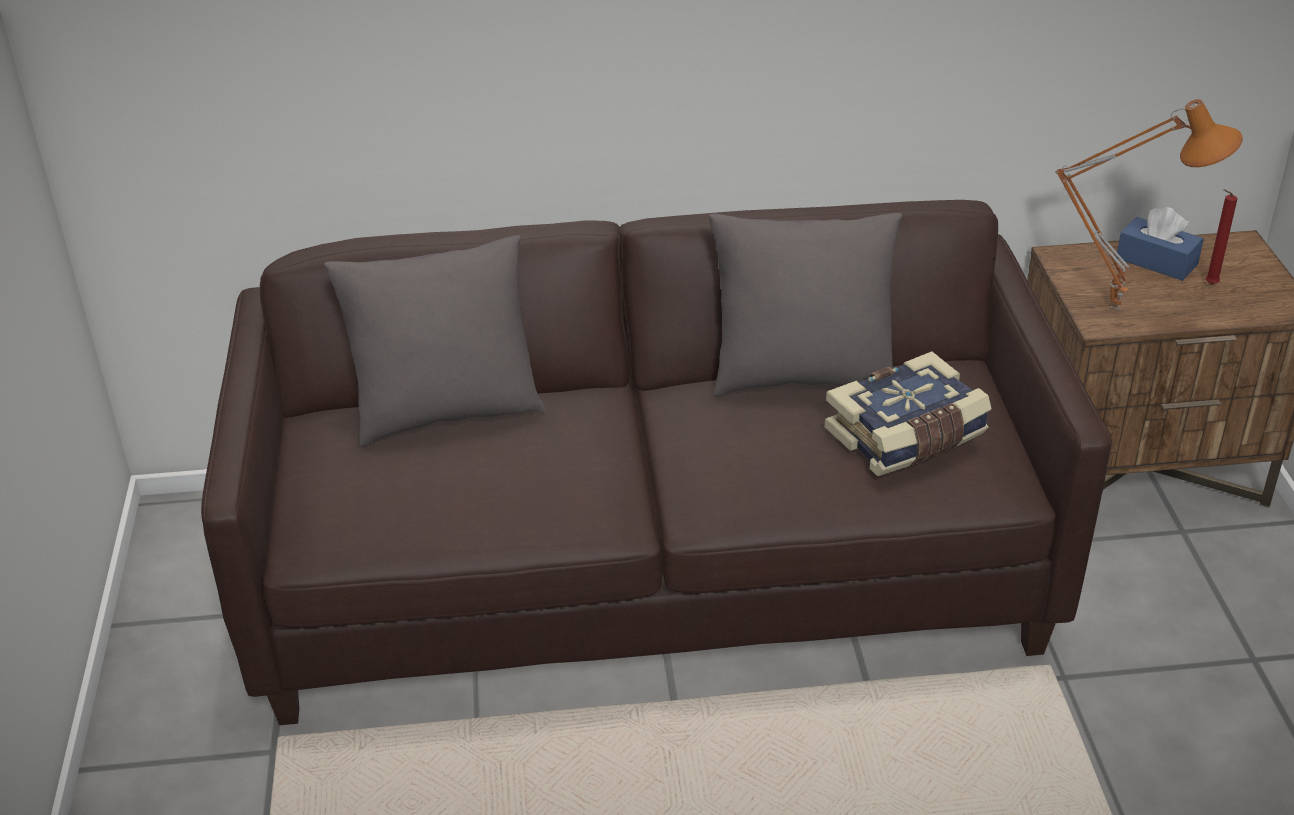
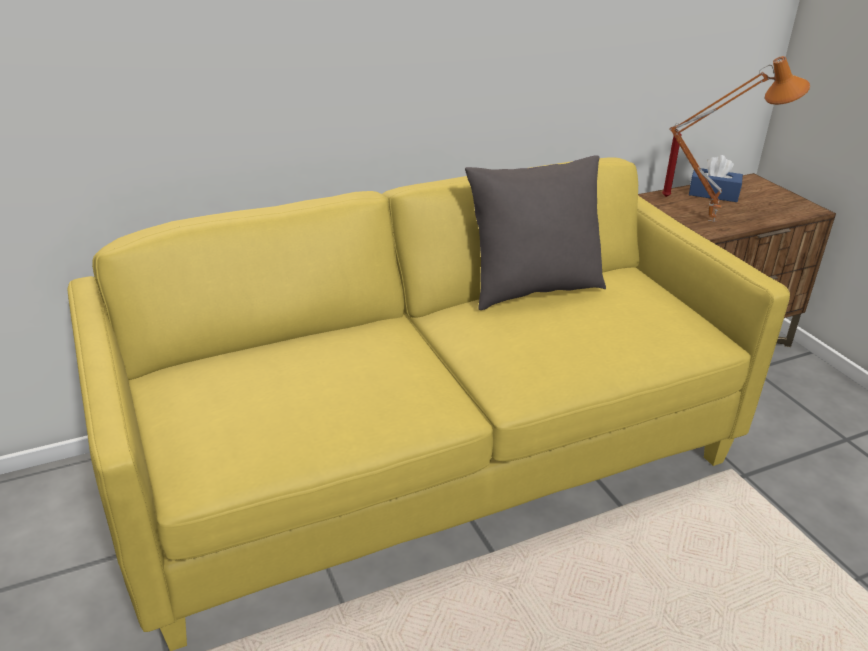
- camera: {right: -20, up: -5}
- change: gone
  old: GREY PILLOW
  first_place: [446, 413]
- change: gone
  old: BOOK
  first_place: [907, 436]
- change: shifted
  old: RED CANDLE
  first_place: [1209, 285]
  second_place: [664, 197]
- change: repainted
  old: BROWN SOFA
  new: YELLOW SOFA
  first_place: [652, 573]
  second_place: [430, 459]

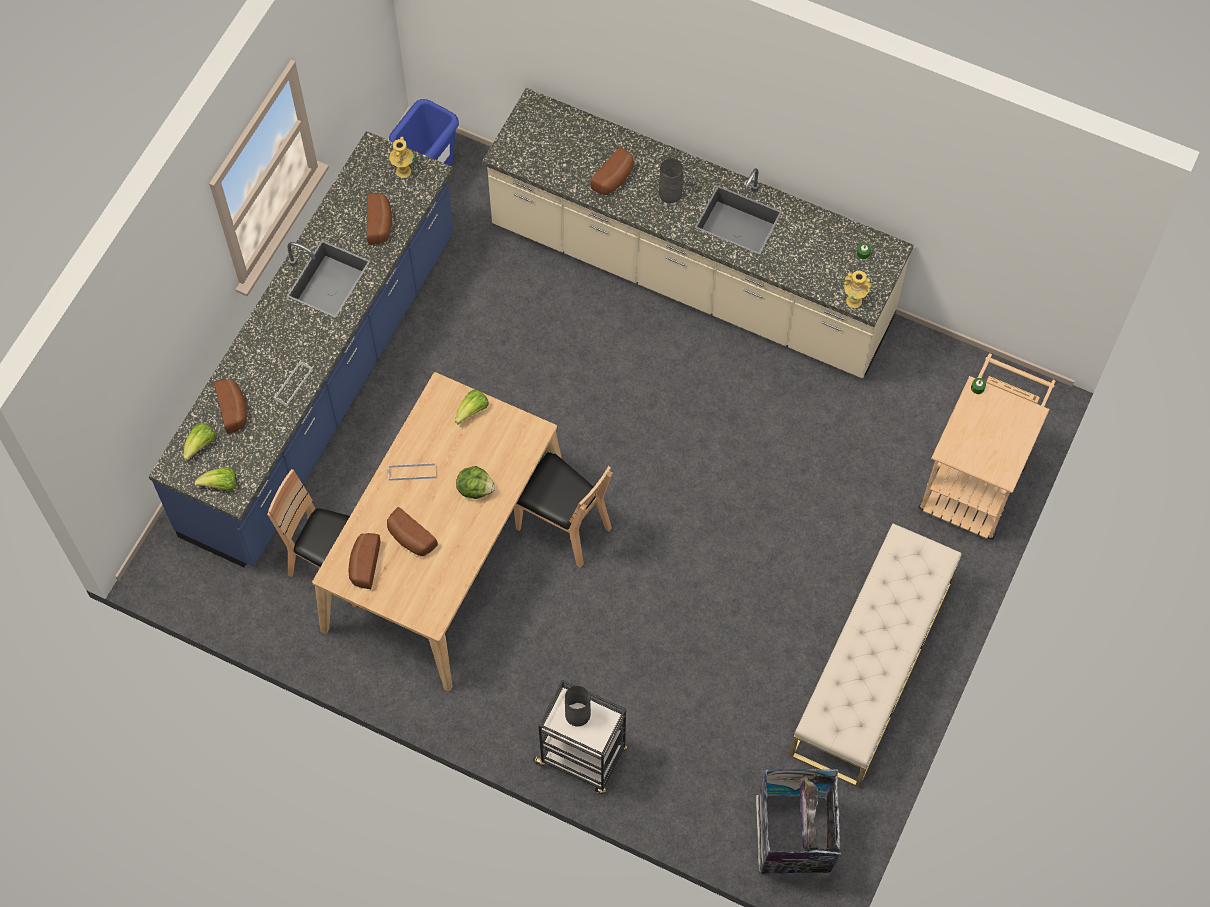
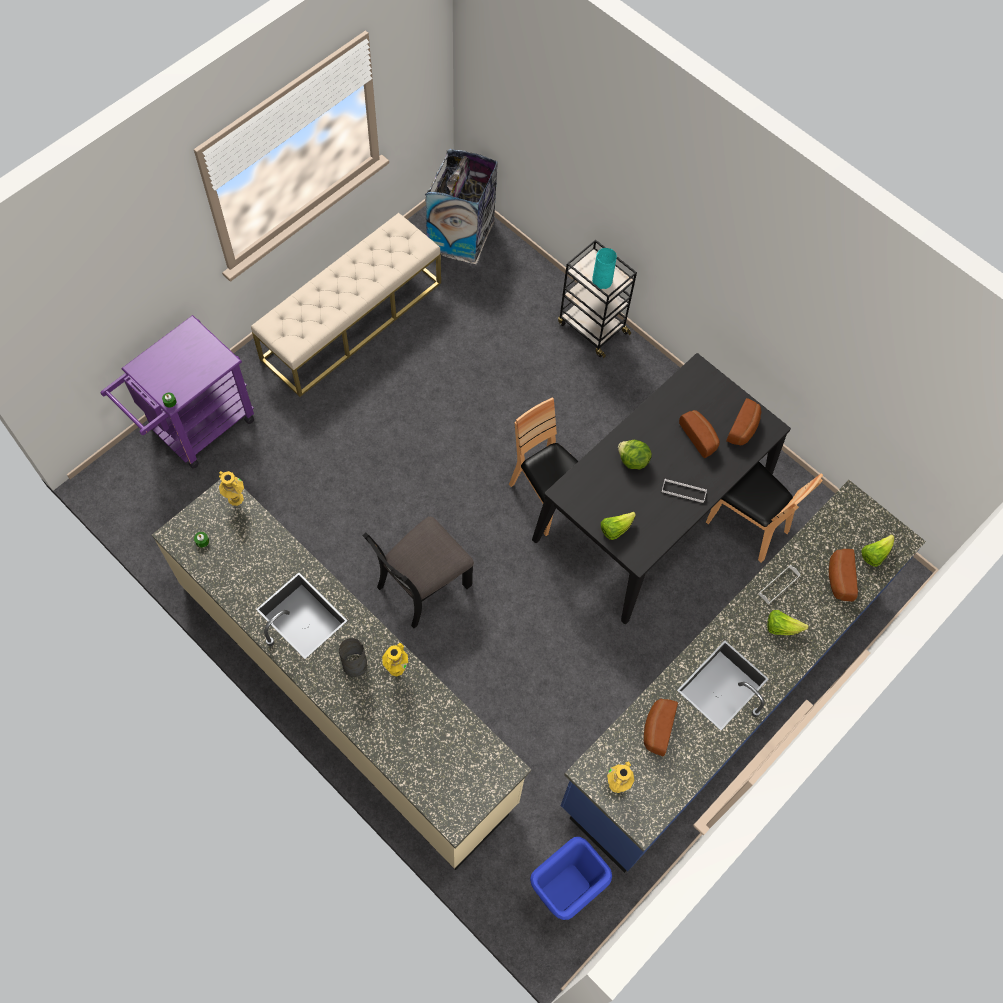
- camera: {right: -165, up: 0}
- change: gone
  old: BREAD
  first_place: [615, 179]
- change: new
  new: BLACK CHAIR
  second_place: [422, 585]
- change: new
  new: YELLOW VASE
  second_place: [396, 668]
- change: shifted
  old: LETTUCE
  first_place: [221, 485]
  second_place: [781, 627]
- change: repainted
  old: BEIGE DINING TABLE
  new: BLACK DINING TABLE
  first_place: [444, 552]
  second_place: [653, 508]
- change: repainted
  old: GREY VASE
  new: TURQUOISE VASE
  first_place: [577, 715]
  second_place: [602, 280]
- change: repainted
  old: BEIGE CART
  new: PURPLE CART
  first_place: [975, 478]
  second_place: [195, 429]

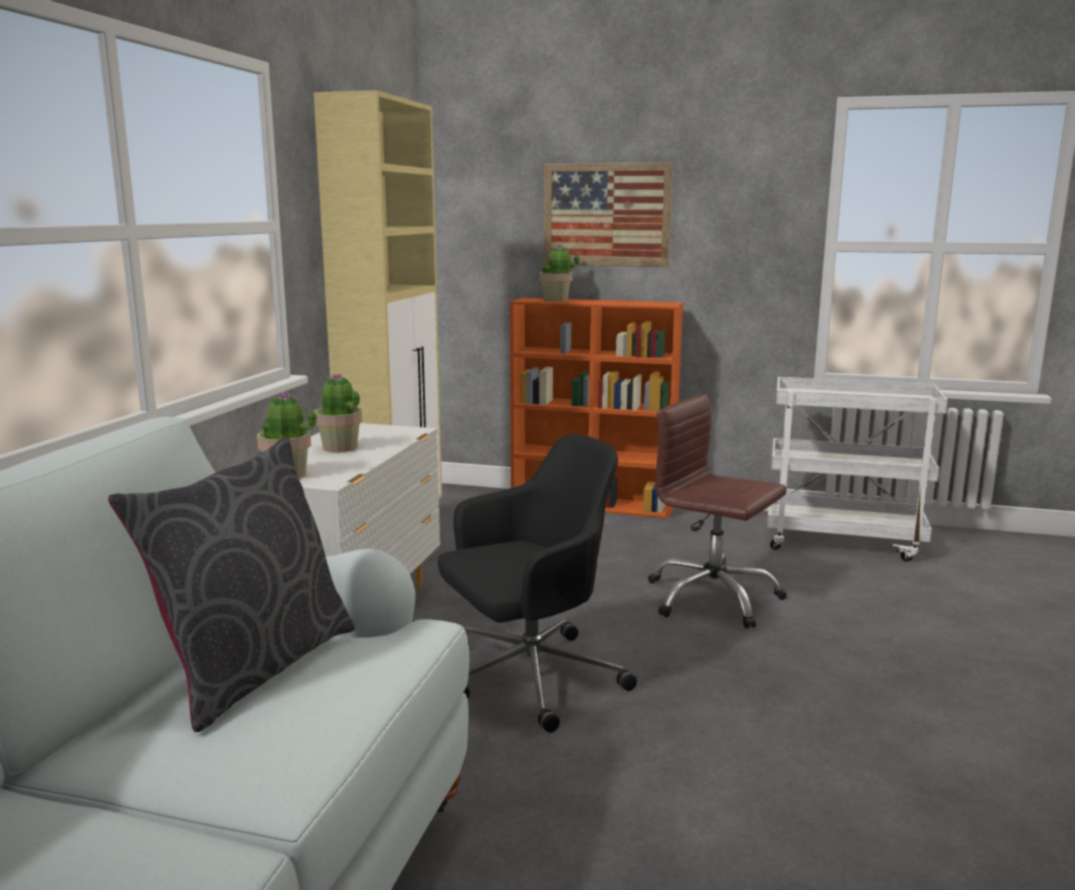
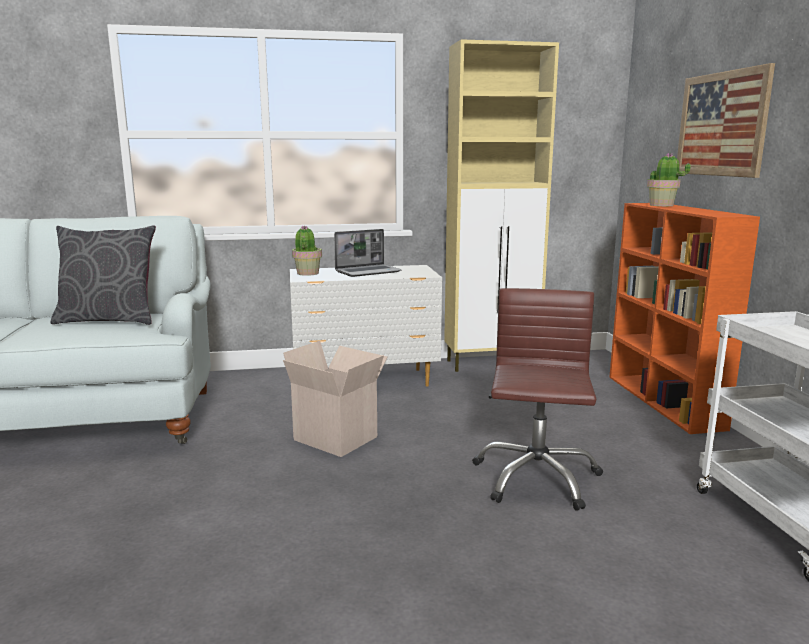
- camera: {right: 65, up: 0}
- change: swapped
  old: POTTED PLANT
  new: LAPTOP
  first_place: [340, 448]
  second_place: [368, 272]
- change: swapped
  old: BLACK OFFICE CHAIR
  new: CARDBOARD BOX
  first_place: [528, 678]
  second_place: [338, 438]

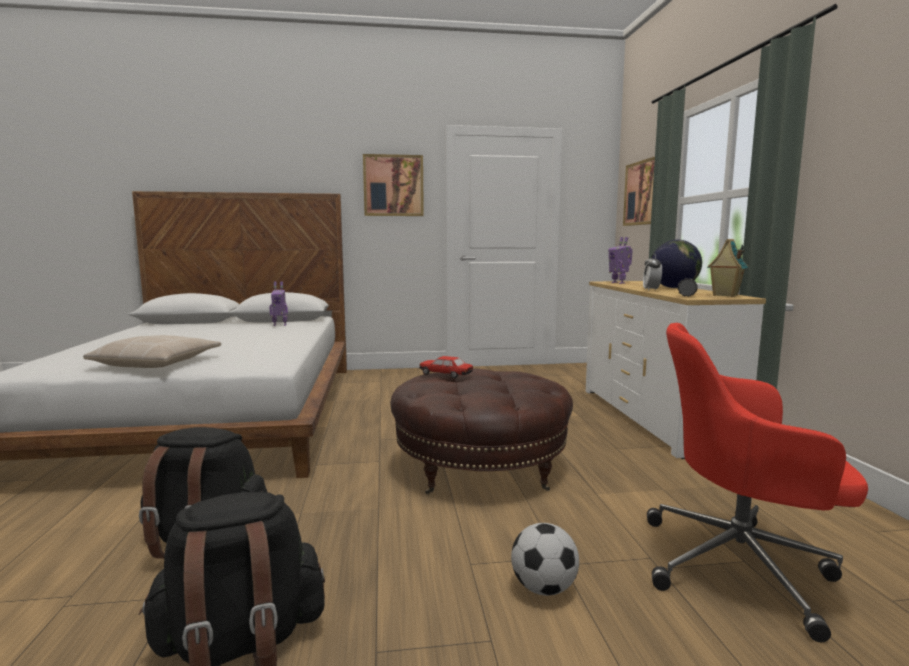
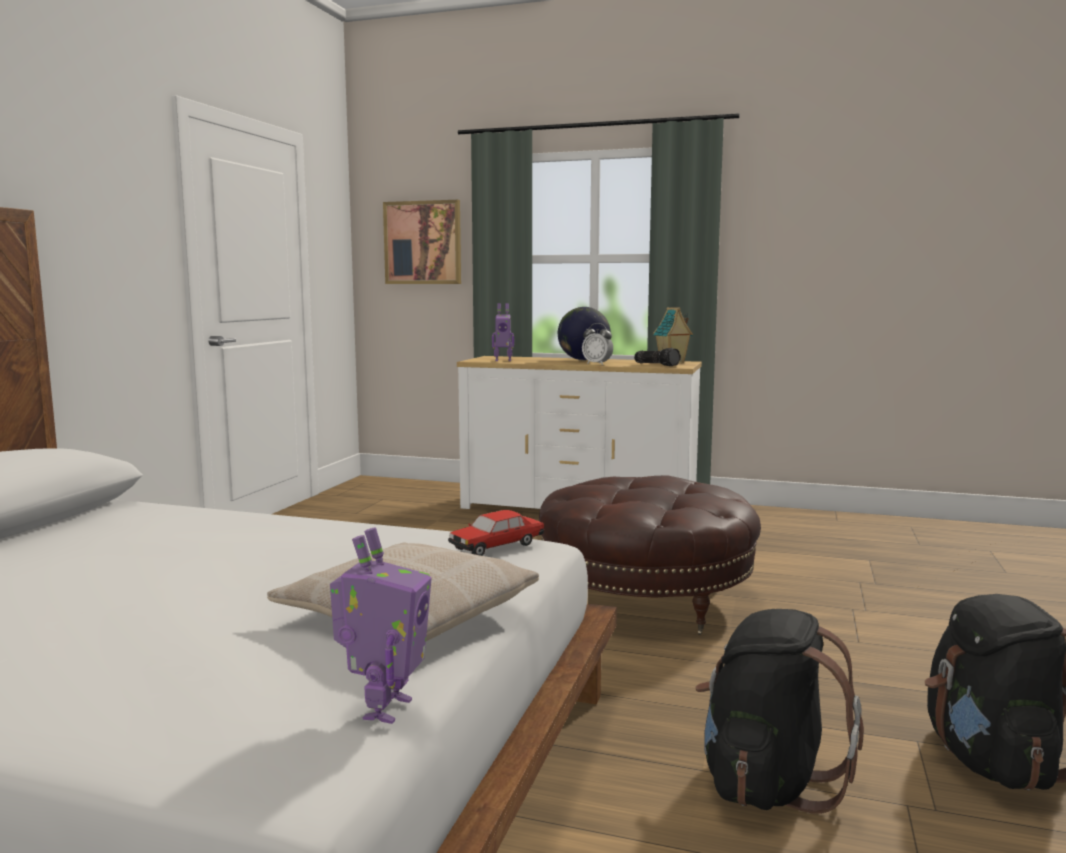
- camera: {right: -65, up: 0}
- change: gone
  old: PICTURE
  first_place: [393, 185]
- change: gone
  old: FOOTBALL
  first_place: [544, 588]
- change: gone
  old: RED OFFICE CHAIR
  first_place: [740, 566]
- change: shifted
  old: TOY ROBOT
  first_place: [280, 325]
  second_place: [384, 708]
- change: shifted
  old: TOY CAR
  first_place: [446, 374]
  second_place: [497, 546]

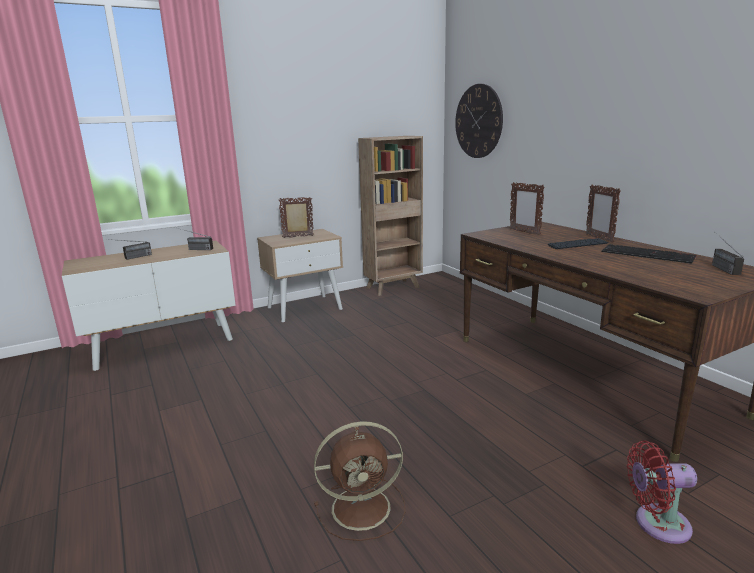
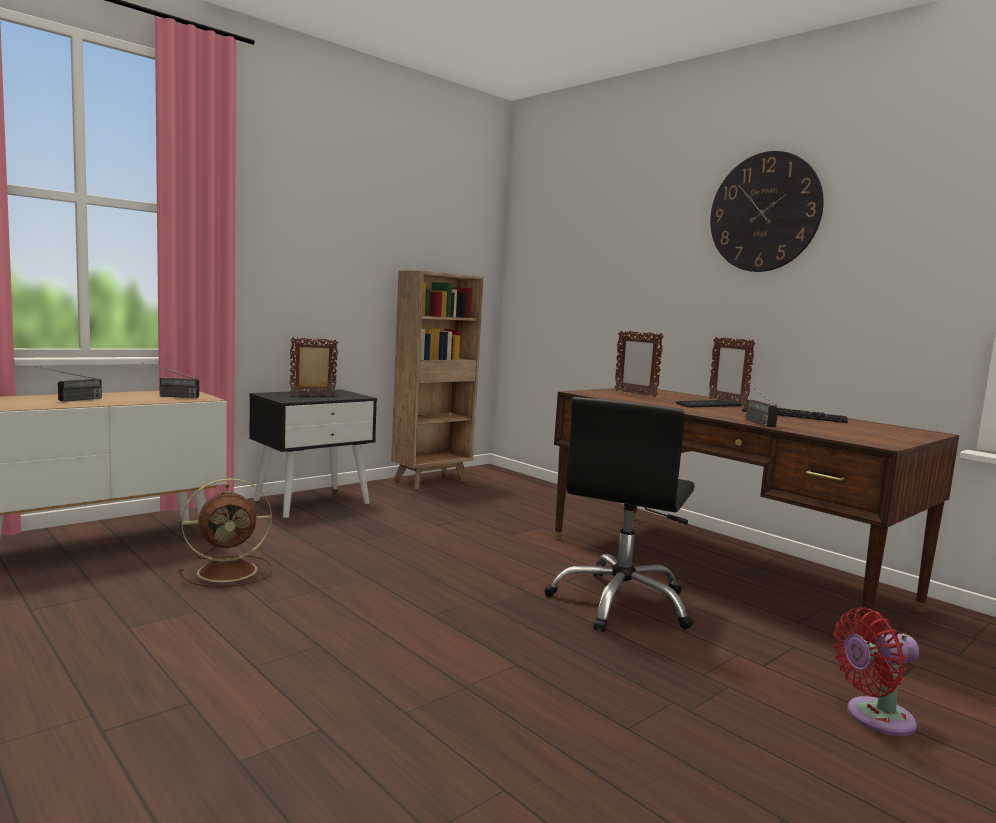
- camera: {right: -15, up: -10}
- change: new
  new: BLACK OFFICE CHAIR
  second_place: [621, 603]
- change: shifted
  old: BROWN FAN
  first_place: [363, 507]
  second_place: [230, 571]
- change: shifted
  old: WALL CLOCK
  first_place: [478, 121]
  second_place: [764, 212]
- change: shifted
  old: RADIO
  first_place: [719, 267]
  second_place: [753, 421]
- change: repainted
  old: BEIGE NIGHTSTAND
  new: BLACK NIGHTSTAND
  first_place: [305, 308]
  second_place: [312, 501]

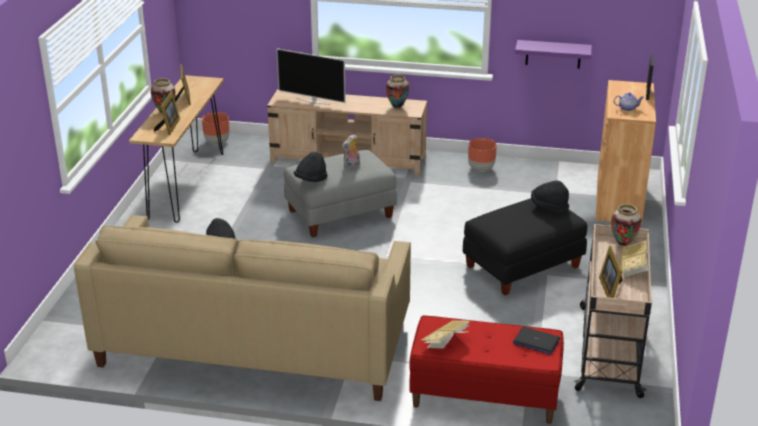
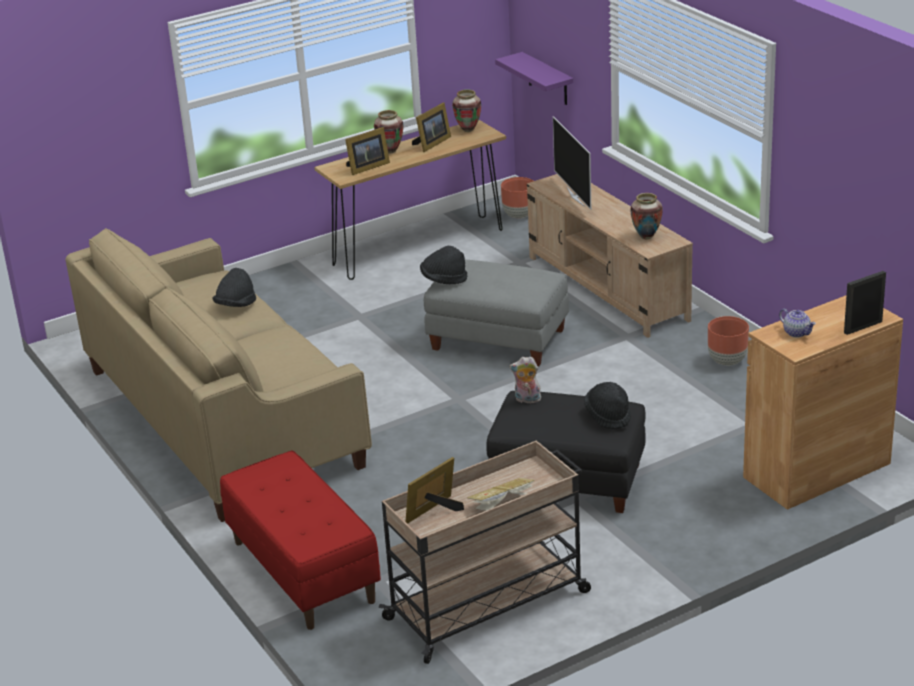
- camera: {right: 50, up: 0}
- change: gone
  old: BOOK
  first_place: [446, 343]
- change: gone
  old: LAPTOP
  first_place: [536, 342]
- change: shifted
  old: PLUSH TOY
  first_place: [352, 166]
  second_place: [527, 400]
- change: shifted
  old: PURPLE SHELF
  first_place: [553, 54]
  second_place: [547, 79]
- change: shifted
  old: VASE
  first_place: [623, 243]
  second_place: [468, 130]

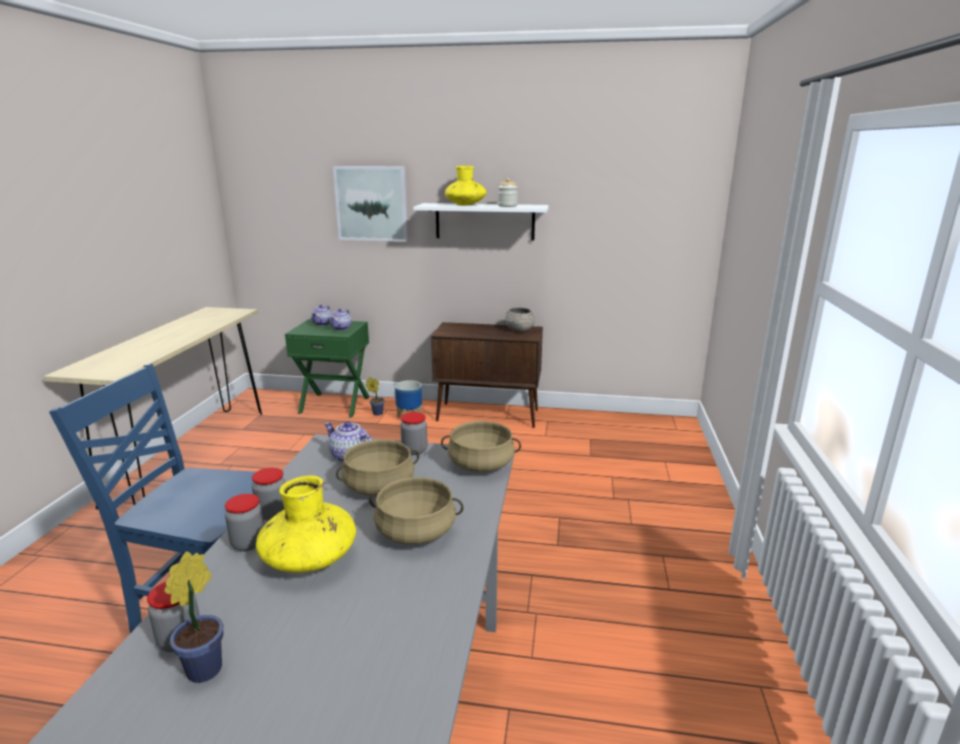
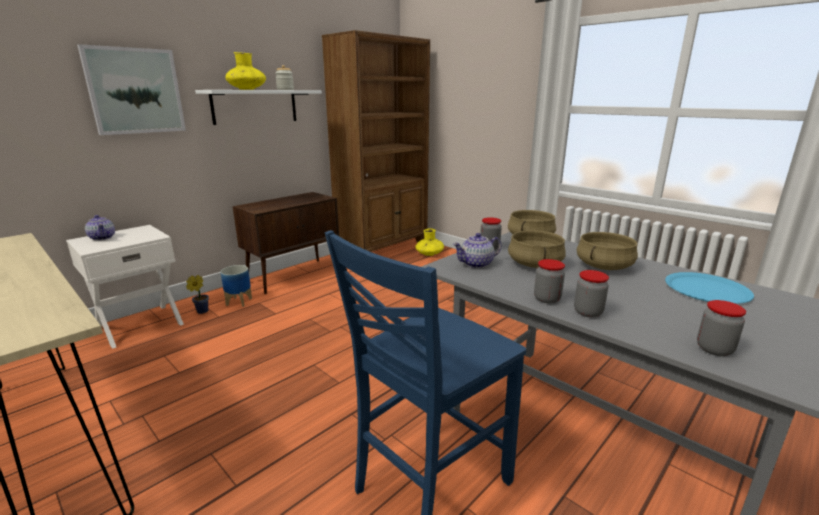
- camera: {right: -55, up: 0}
- change: gone
  old: POTTED PLANT
  first_place: [208, 666]
- change: gone
  old: TEAPOT
  first_place: [341, 328]
- change: gone
  old: GREY BOWL
  first_place: [519, 330]
- change: new
  new: BROWN BOOKCASE
  second_place: [383, 248]
- change: new
  new: BLUE PLATE
  second_place: [706, 289]
- change: shifted
  old: YELLOW VASE
  first_place: [309, 558]
  second_place: [429, 254]
- change: repainted
  old: GREEN NIGHTSTAND
  new: WHITE NIGHTSTAND
  first_place: [335, 404]
  second_place: [139, 325]

